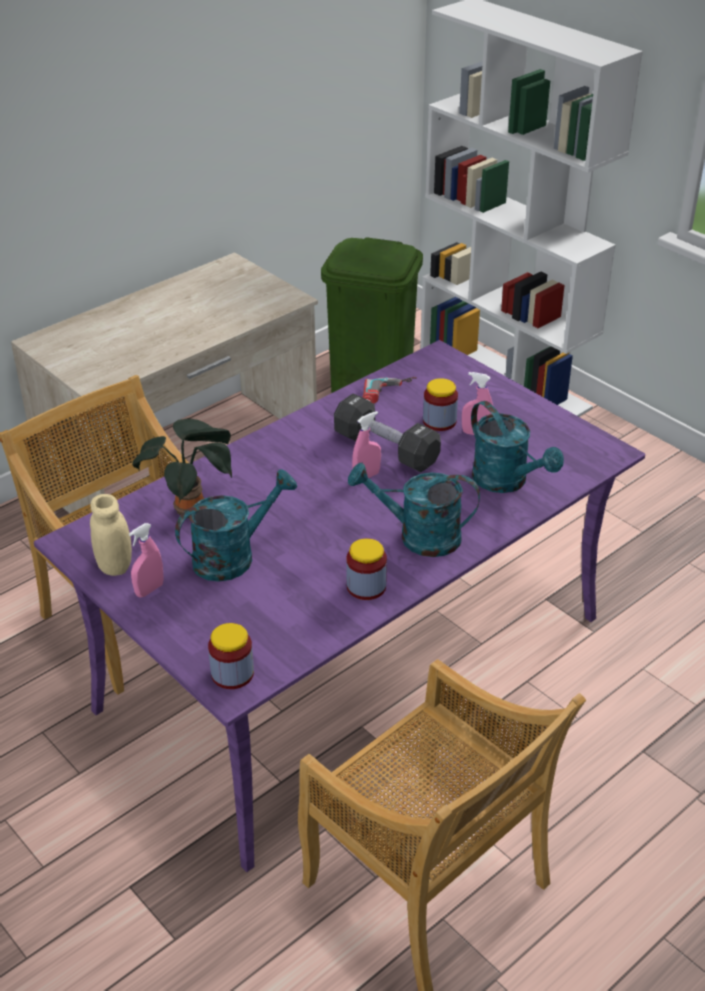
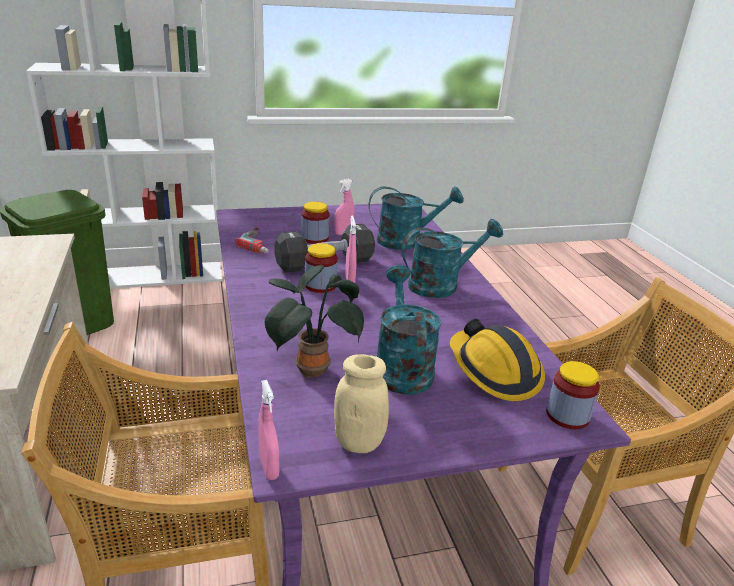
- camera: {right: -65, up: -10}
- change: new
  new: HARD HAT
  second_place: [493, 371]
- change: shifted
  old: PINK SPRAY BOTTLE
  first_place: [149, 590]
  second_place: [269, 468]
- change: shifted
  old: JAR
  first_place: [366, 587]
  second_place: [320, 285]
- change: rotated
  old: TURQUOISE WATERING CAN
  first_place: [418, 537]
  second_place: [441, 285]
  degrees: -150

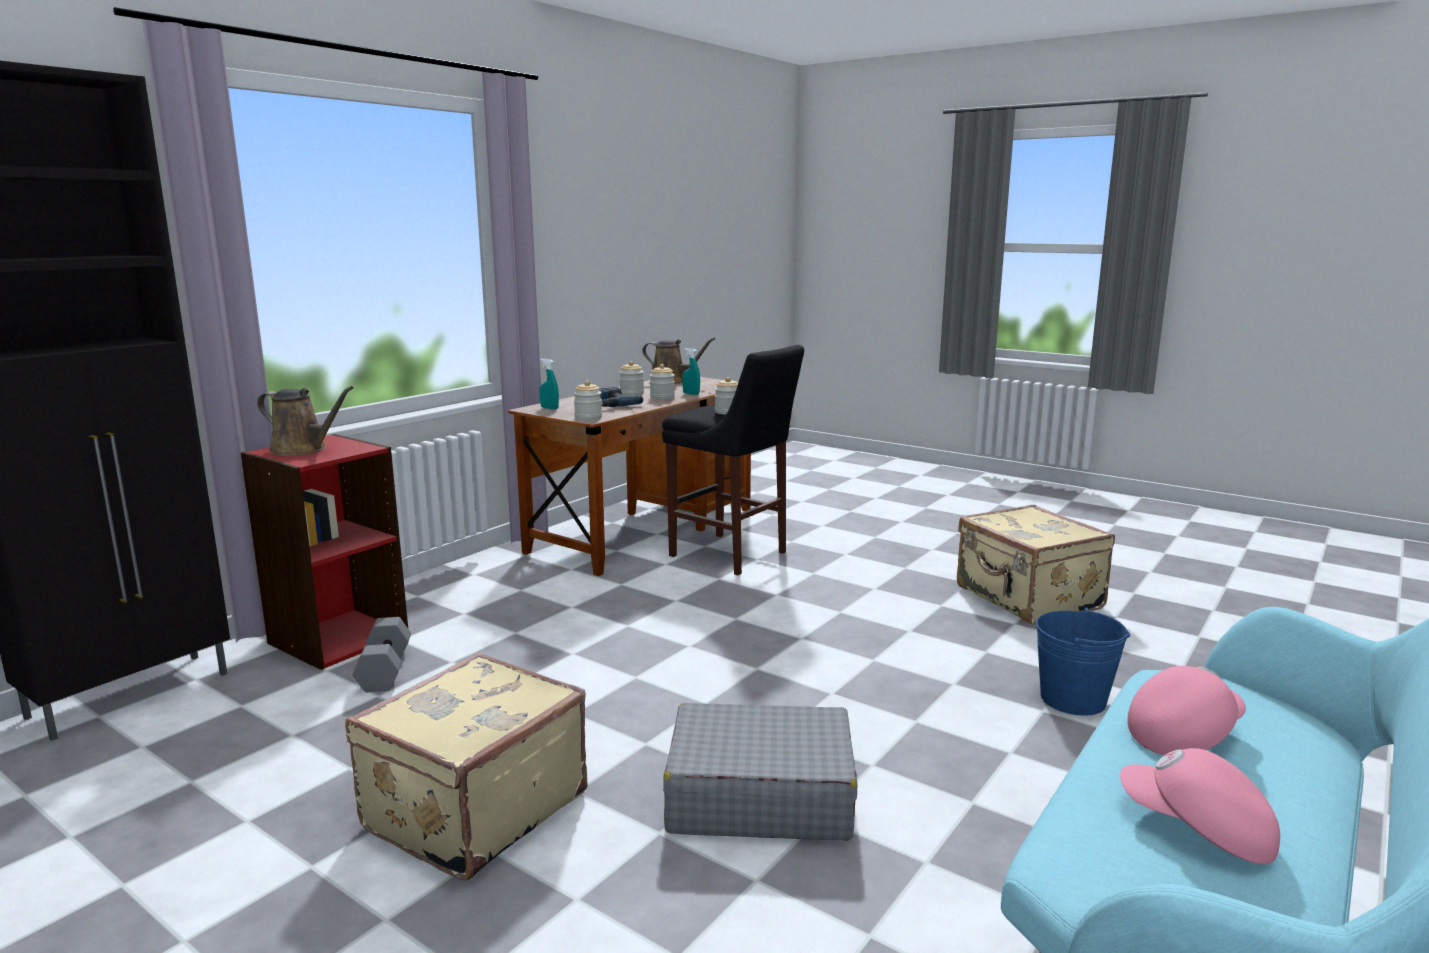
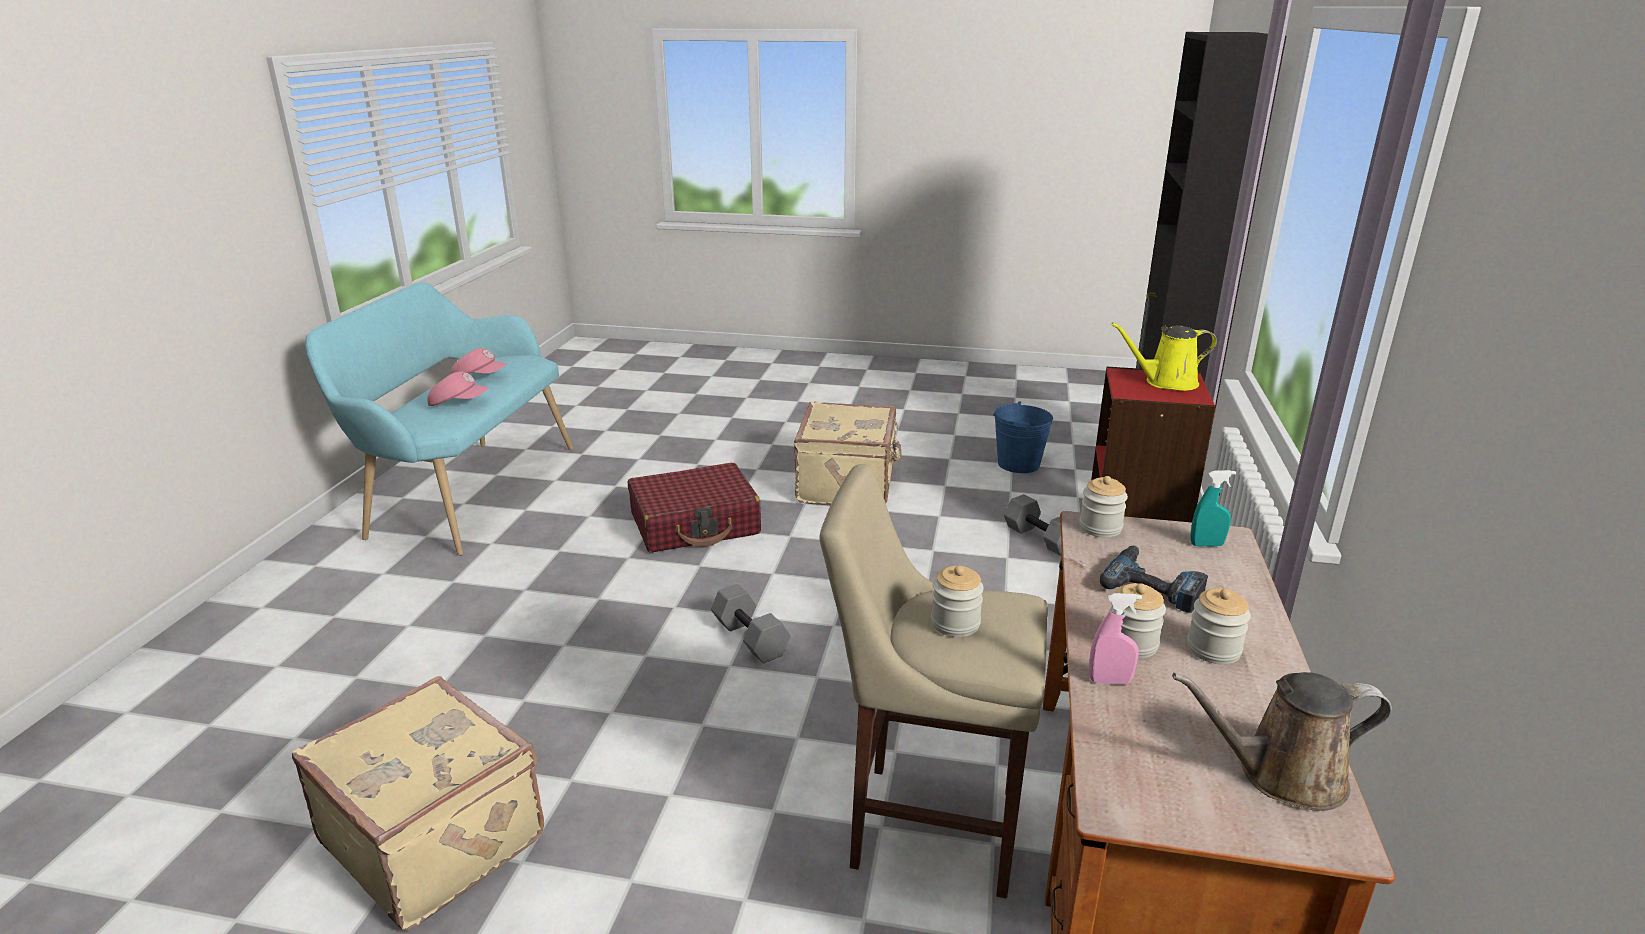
- camera: {right: 155, up: 10}
- change: new
  new: GREY DUMBBELL
  second_place: [752, 638]
- change: shifted
  old: BLUE BUCKET
  first_place: [1073, 699]
  second_place: [1018, 464]
- change: repainted
  old: BROWN WATERING CAN
  new: YELLOW WATERING CAN
  first_place: [303, 449]
  second_place: [1166, 383]
- change: repainted
  old: BLACK STOOL
  new: BEIGE STOOL
  first_place: [732, 555]
  second_place: [925, 824]
- change: repainted
  old: GREY SUITCASE
  new: RED SUITCASE
  first_place: [759, 796]
  second_place: [695, 524]
- change: repainted
  old: TURQUOISE SPRAY BOTTLE
  new: PINK SPRAY BOTTLE
  first_place: [691, 394]
  second_place: [1109, 681]
- change: rotated
  old: PINK CAP
  first_place: [1183, 733]
  second_place: [458, 403]
  degrees: -120

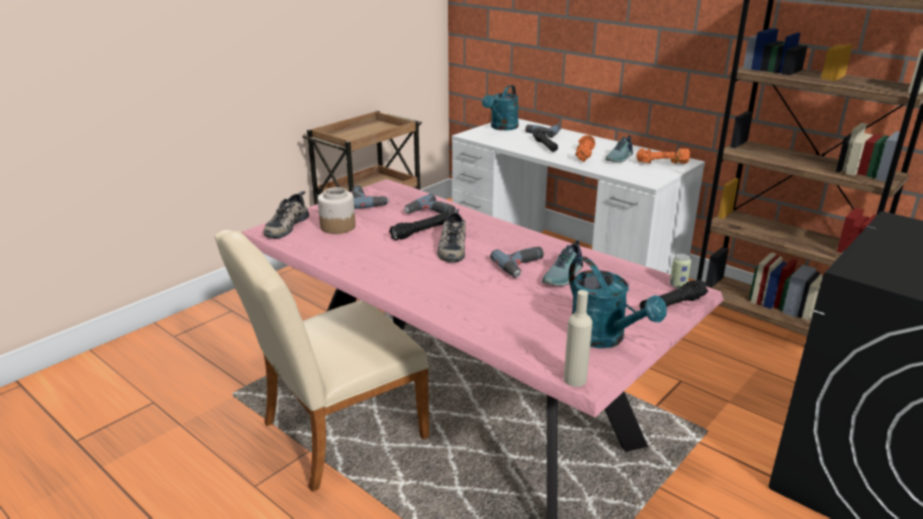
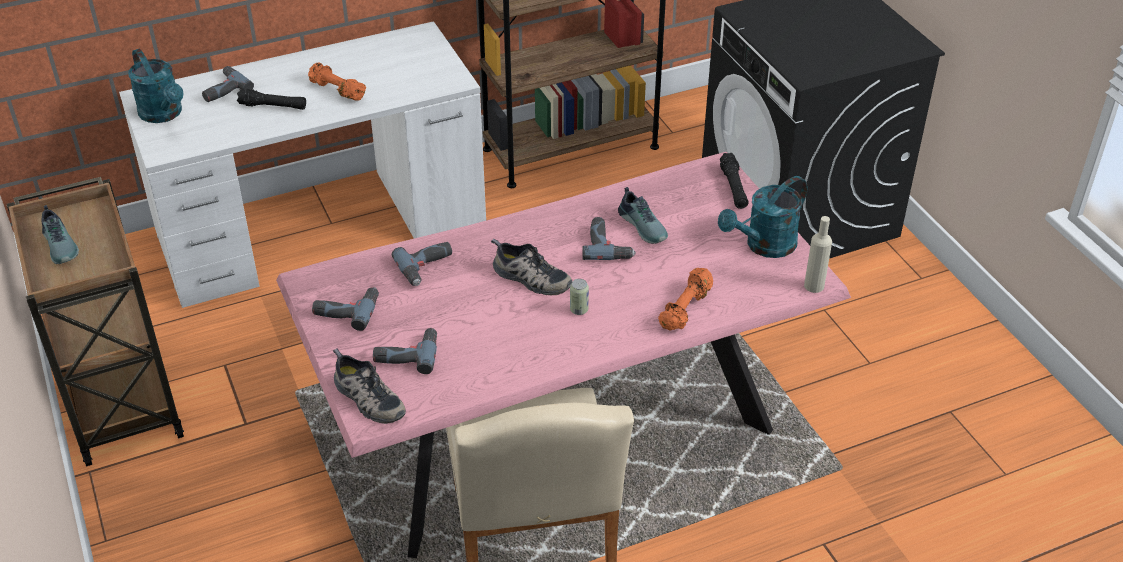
- camera: {right: -65, up: 15}
- change: gone
  old: BLACK FLASHLIGHT
  first_place: [420, 232]
- change: shifted
  old: SHOE
  first_place: [620, 158]
  second_place: [61, 245]
- change: shifted
  old: ORANGE DUMBBELL
  first_place: [662, 164]
  second_place: [686, 309]
- change: shifted
  old: CAN
  first_place: [678, 285]
  second_place: [579, 310]
- change: swapped
  old: JAR
  new: POWER DRILL
  first_place: [337, 226]
  second_place: [406, 353]
- change: rotated
  old: TURQUOISE WATERING CAN
  first_place: [604, 338]
  second_place: [764, 246]
  degrees: 150

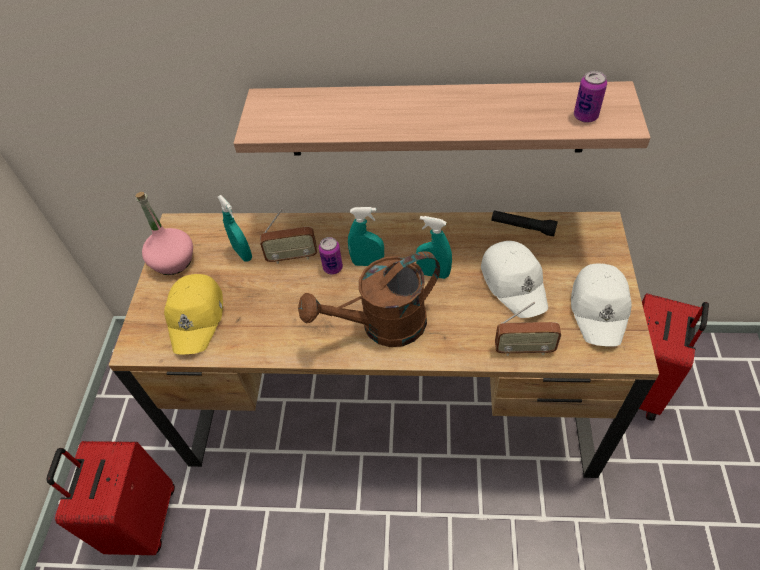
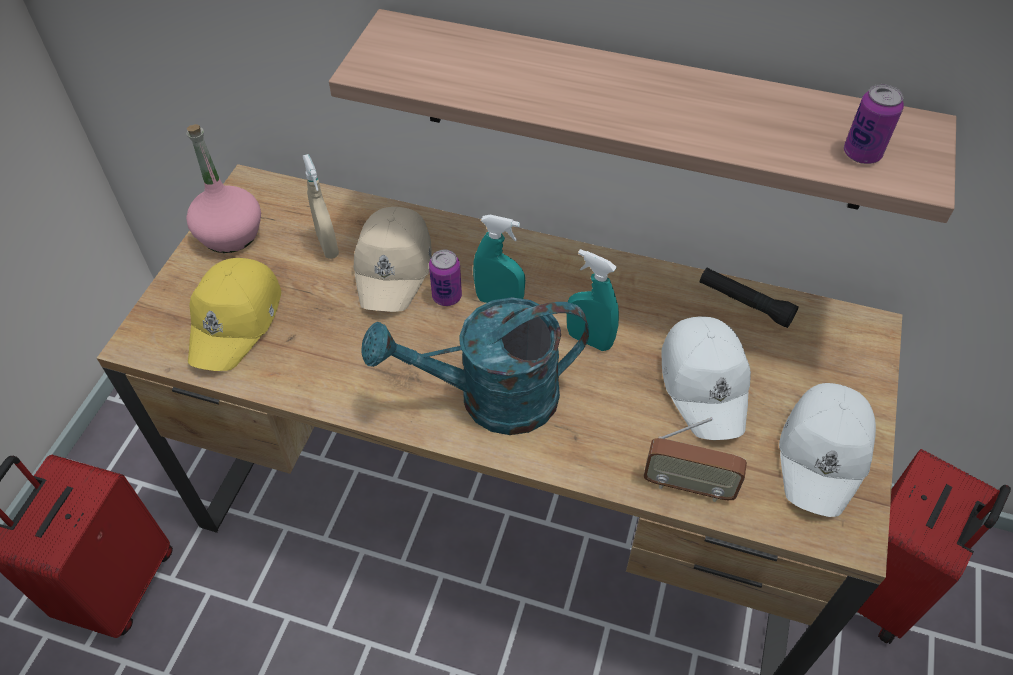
- camera: {right: 10, up: 0}
- change: swapped
  old: RADIO
  new: BEIGE CAP
  first_place: [292, 257]
  second_place: [395, 267]
- change: repainted
  old: TURQUOISE SPRAY BOTTLE
  new: BEIGE SPRAY BOTTLE
  first_place: [242, 253]
  second_place: [328, 246]
- change: repainted
  old: BROWN WATERING CAN
  new: TURQUOISE WATERING CAN
  first_place: [383, 326]
  second_place: [490, 399]

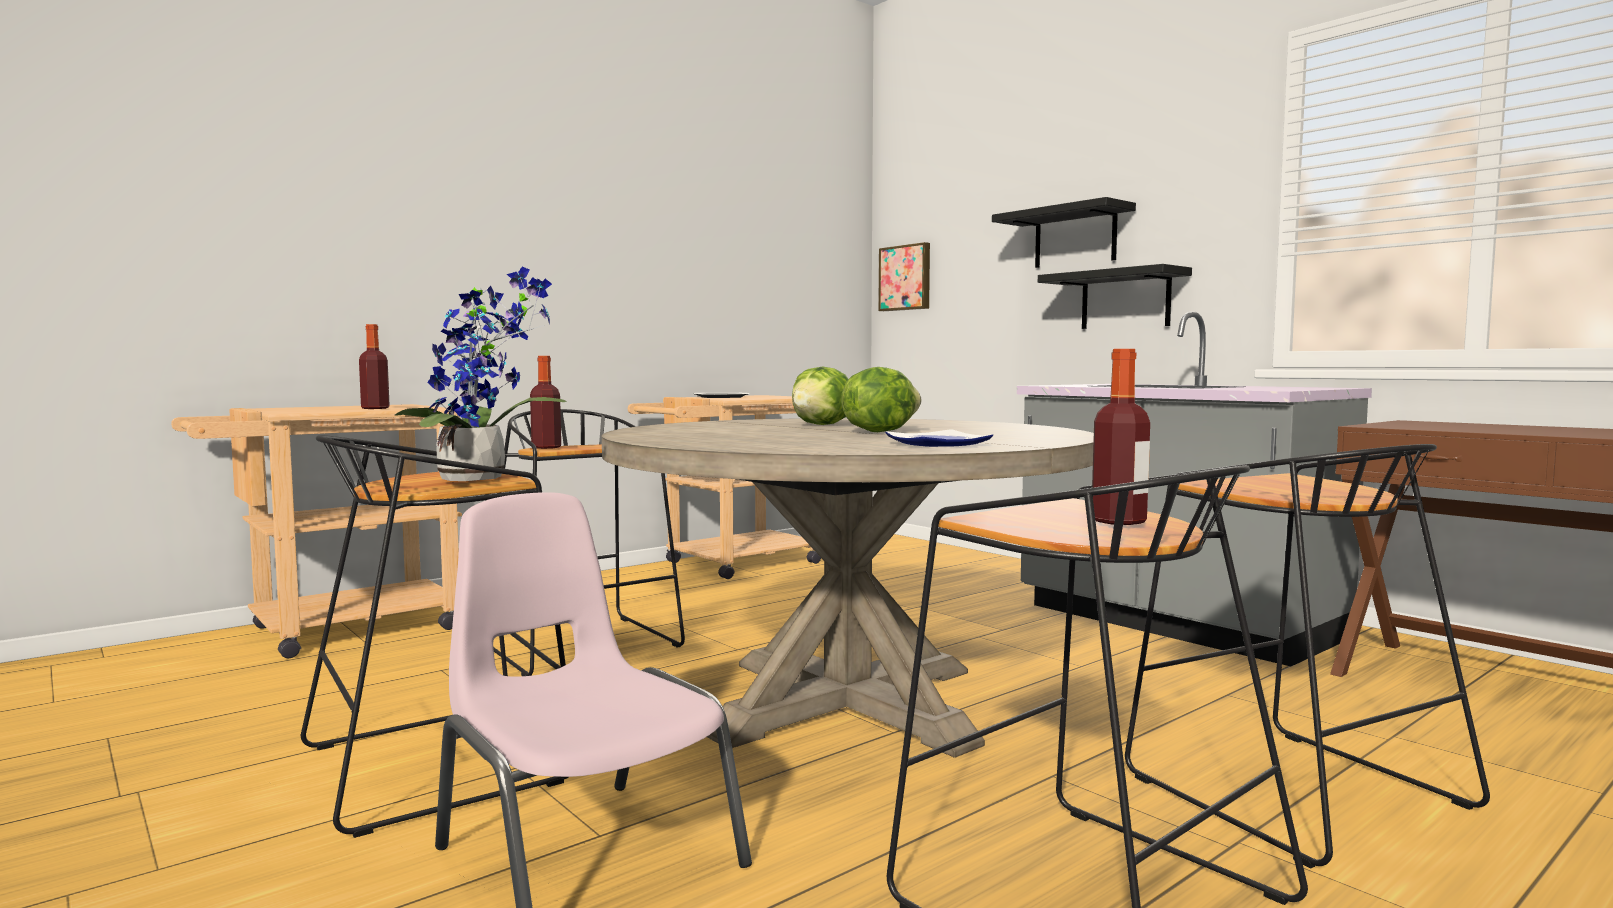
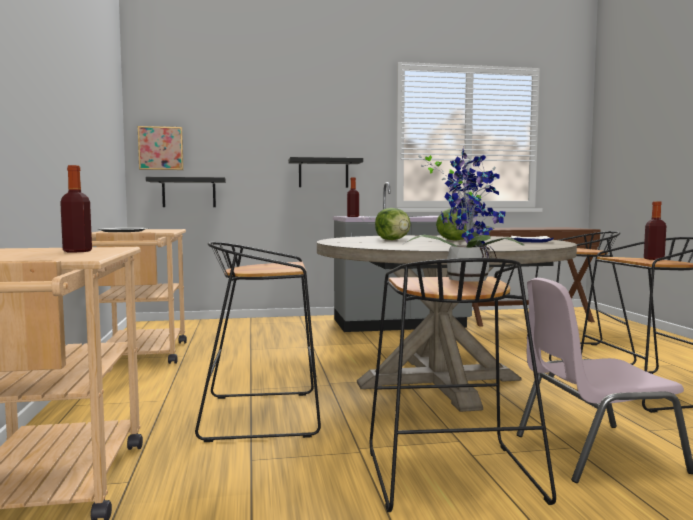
- camera: {right: -60, up: 0}
- change: shifted
  old: BOTTLE
  first_place: [546, 447]
  second_place: [353, 216]
- change: shifted
  old: BLACK SHELF
  first_place: [1075, 237]
  second_place: [189, 192]

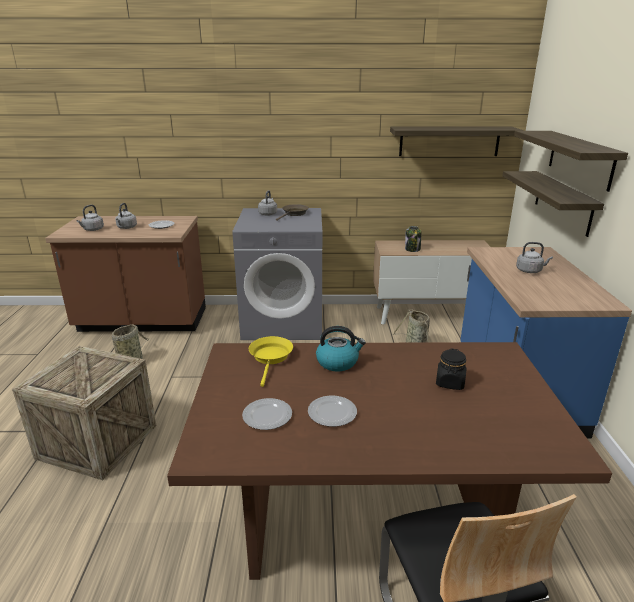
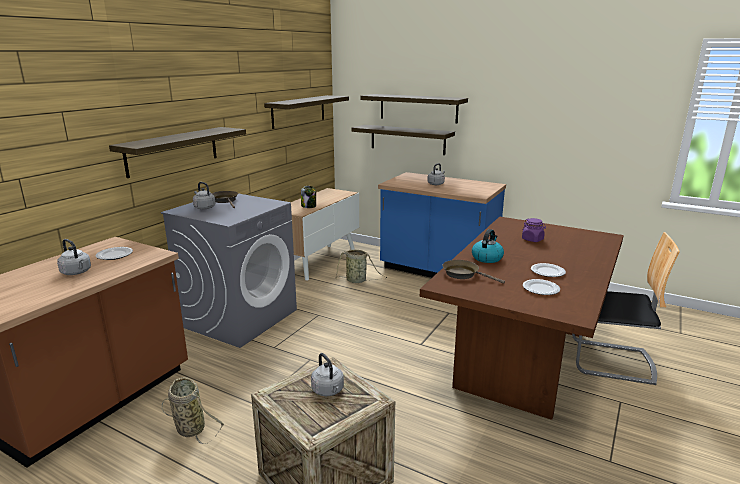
- camera: {right: -60, up: -5}
- change: new
  new: SHELF
  second_place: [173, 151]
- change: shifted
  old: GREY KETTLE
  first_place: [92, 230]
  second_place: [328, 391]
- change: repainted
  old: YELLOW FRYING PAN
  new: BROWN FRYING PAN
  first_place: [271, 358]
  second_place: [463, 274]
- change: repainted
  old: BLACK JAR
  new: PURPLE JAR
  first_place: [450, 383]
  second_place: [532, 239]

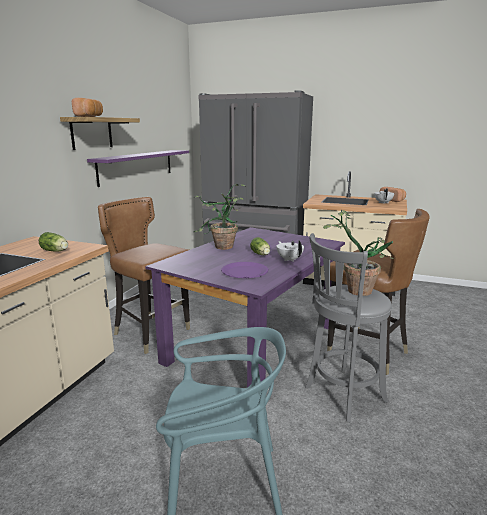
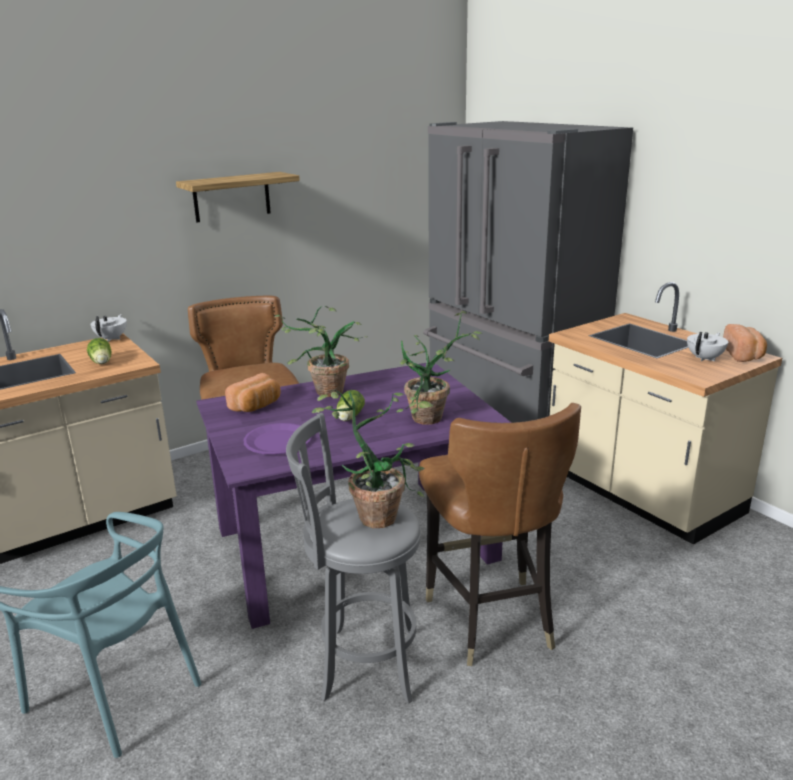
- camera: {right: 35, up: 5}
- change: gone
  old: PURPLE SHELF
  first_place: [137, 166]
- change: new
  new: POTTED PLANT
  second_place: [432, 421]
- change: shifted
  old: BREAD
  first_place: [90, 117]
  second_place: [257, 406]
- change: shifted
  old: WHITE TEAPOT
  first_place: [289, 259]
  second_place: [112, 339]

